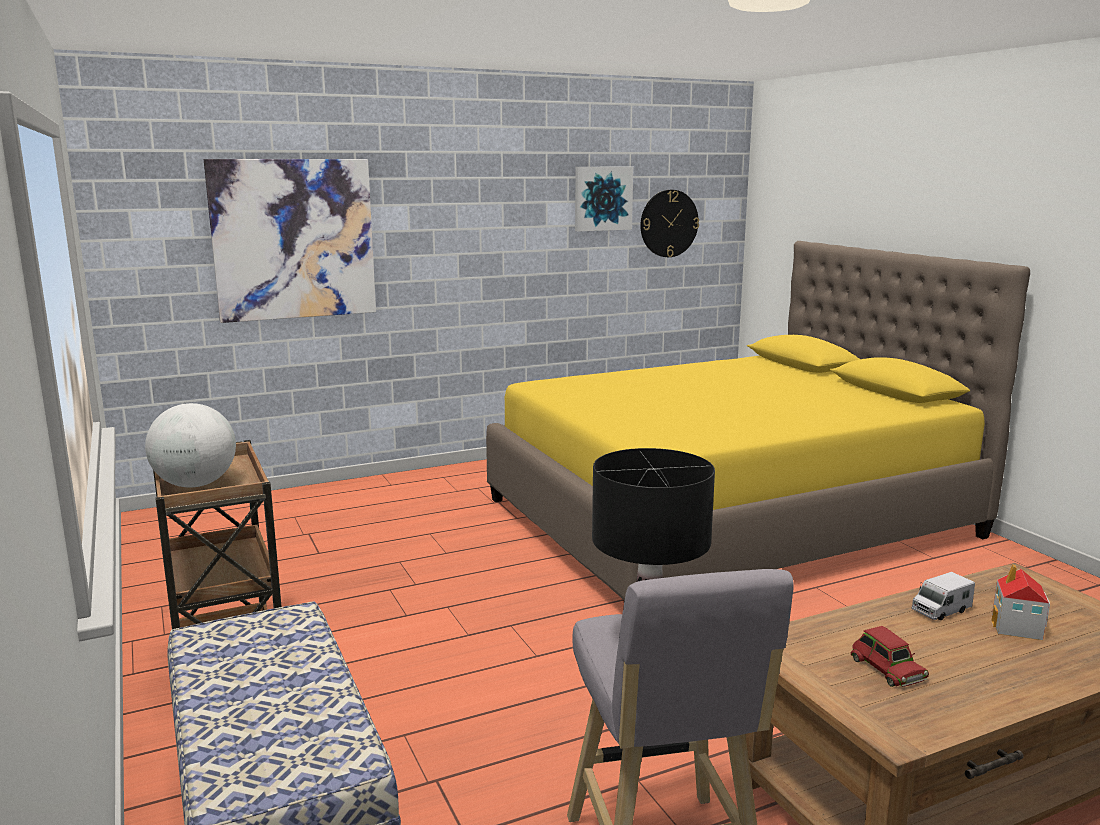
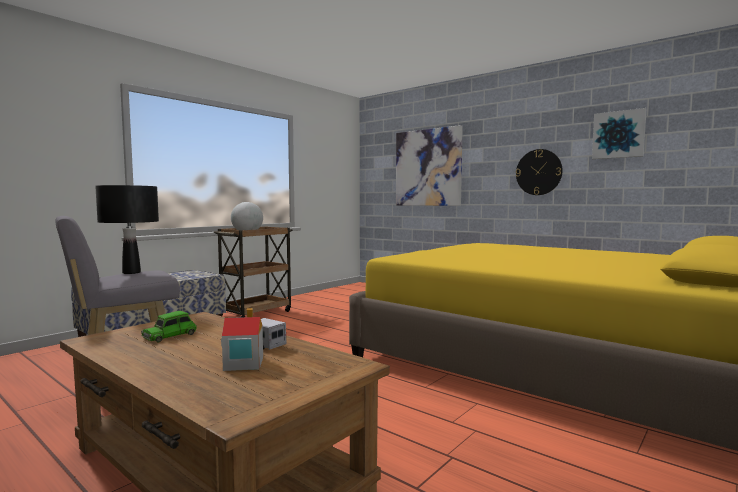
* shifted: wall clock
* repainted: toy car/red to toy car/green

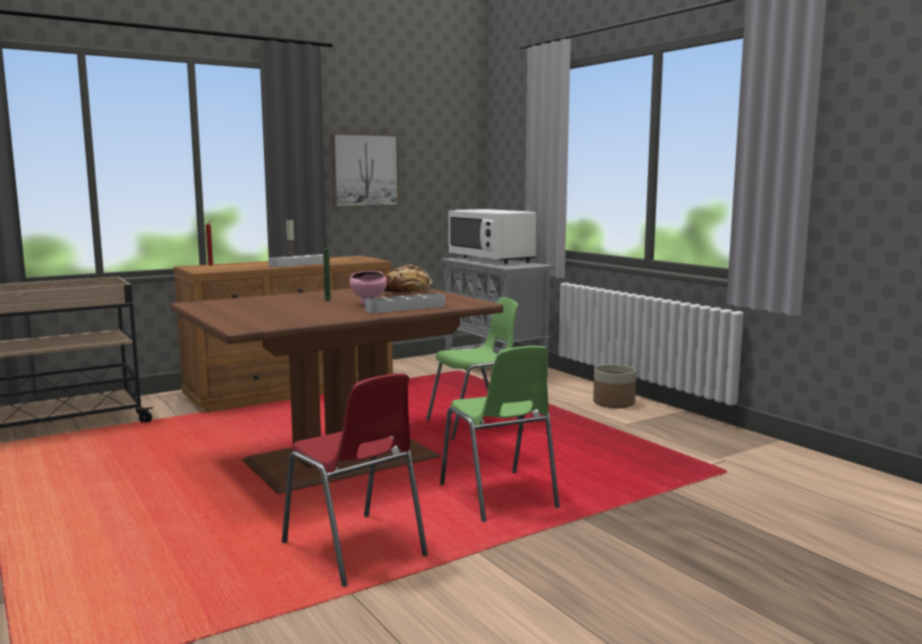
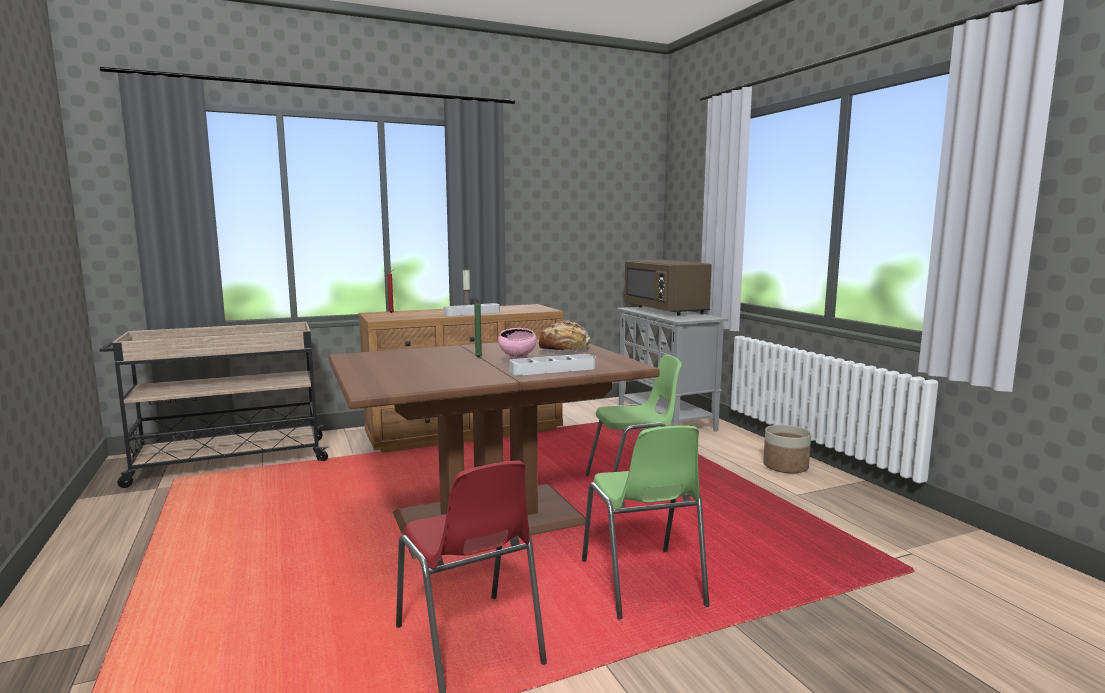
* gone: picture
* repainted: microwave/white to microwave/brown

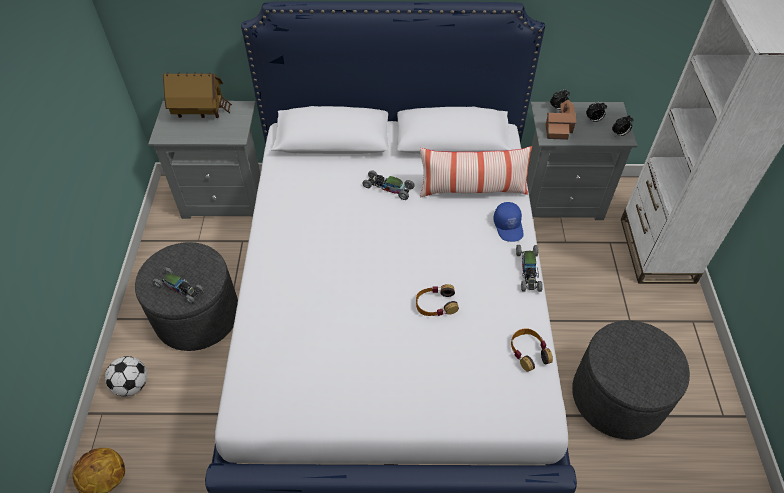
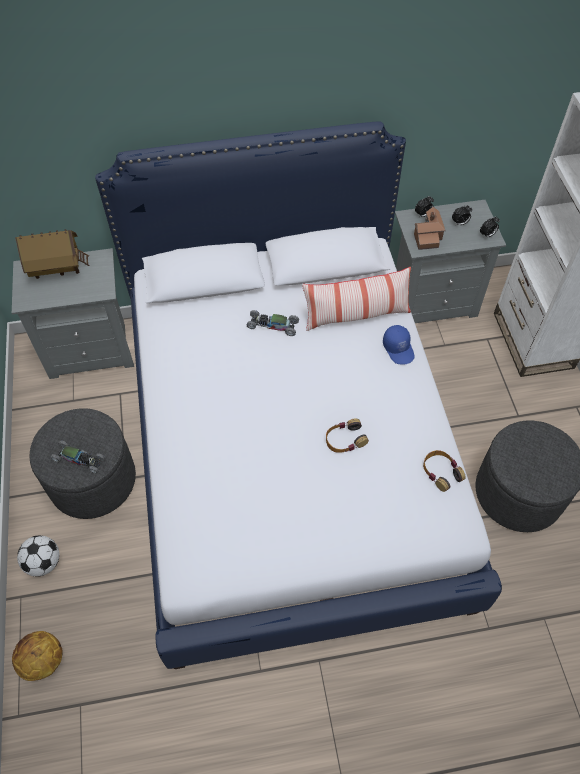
* gone: toy car (no. 3 from left)

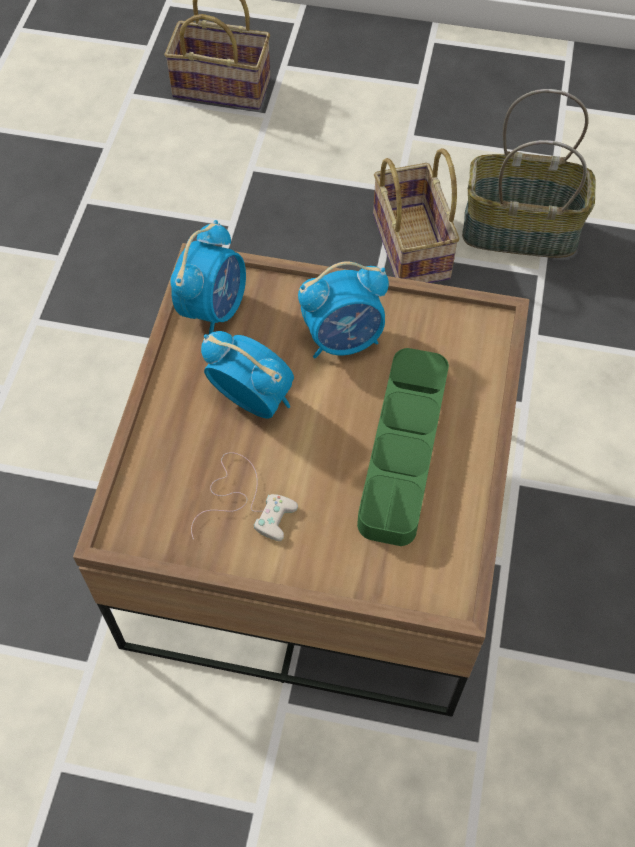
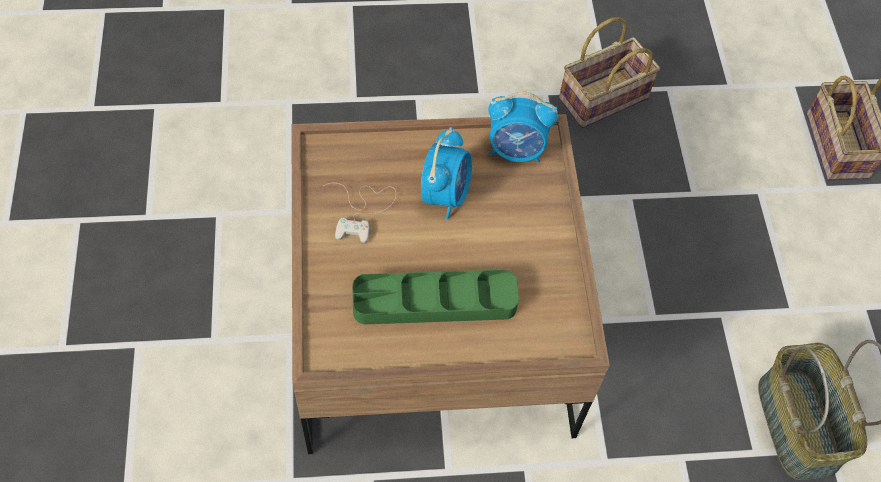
* gone: alarm clock (no. 3 from left)
* shifted: basket (no. 2 from left in the first image) to basket (no. 1 from left)

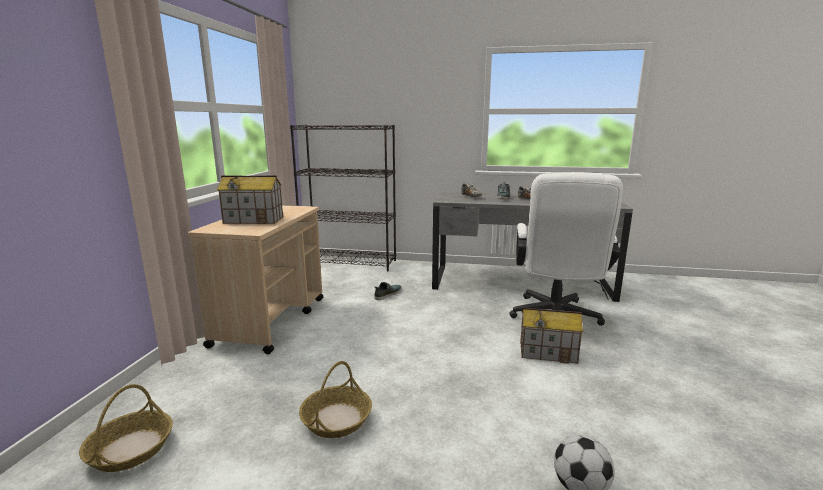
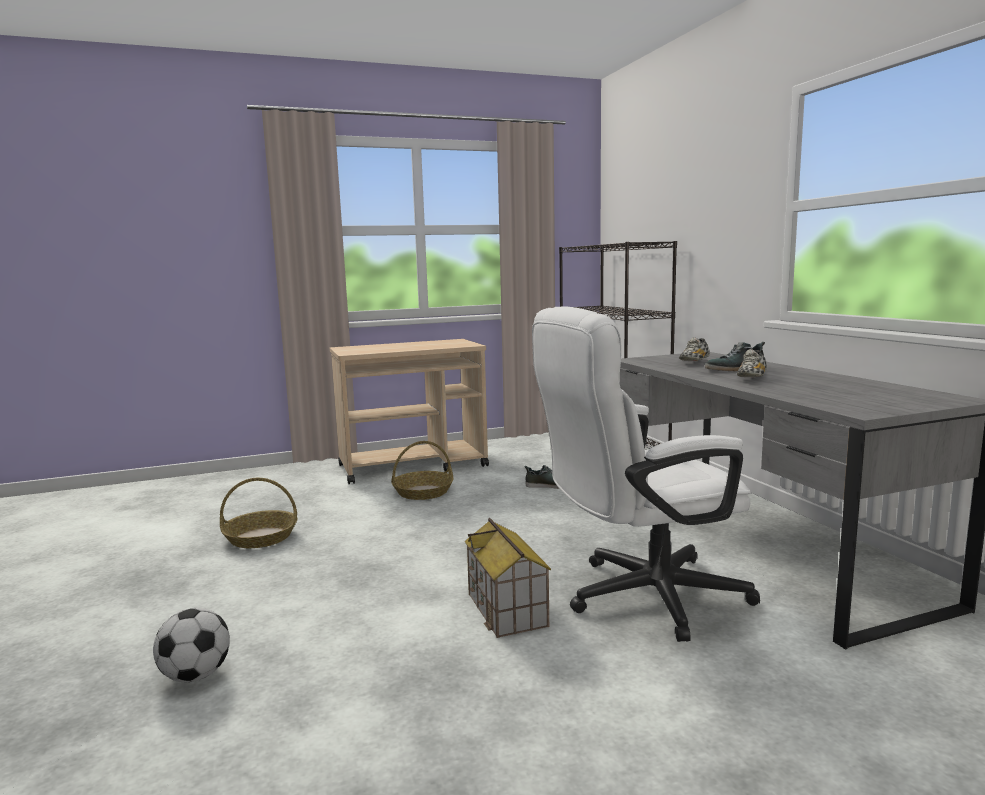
* gone: toy house (no. 1 from left)
* shifted: basket (no. 1 from left in the first image) to basket (no. 2 from left)

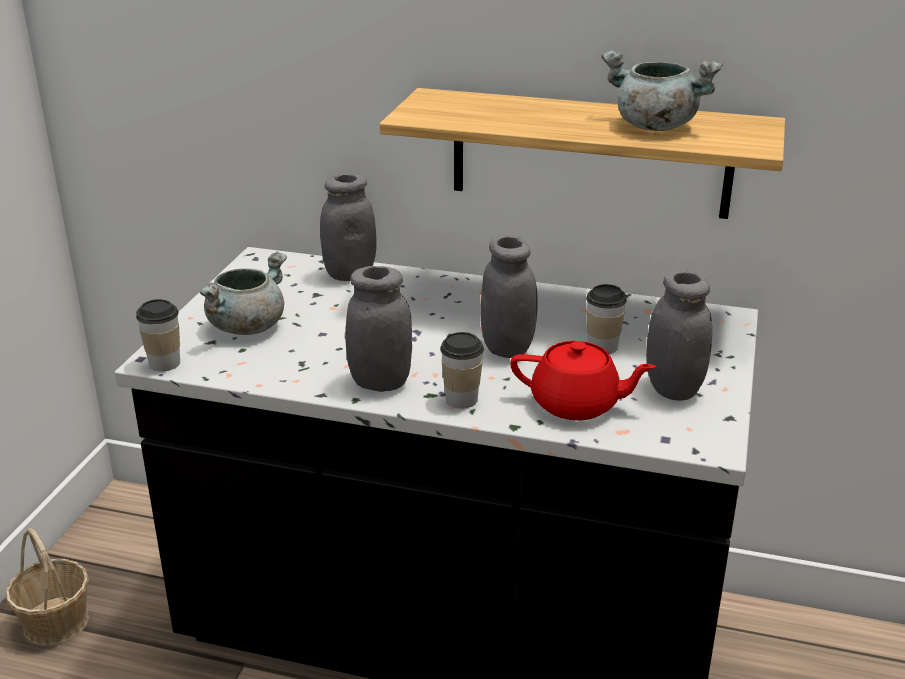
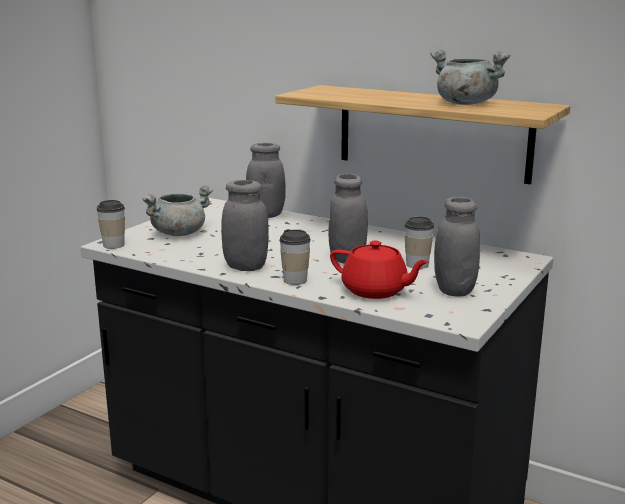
* gone: basket

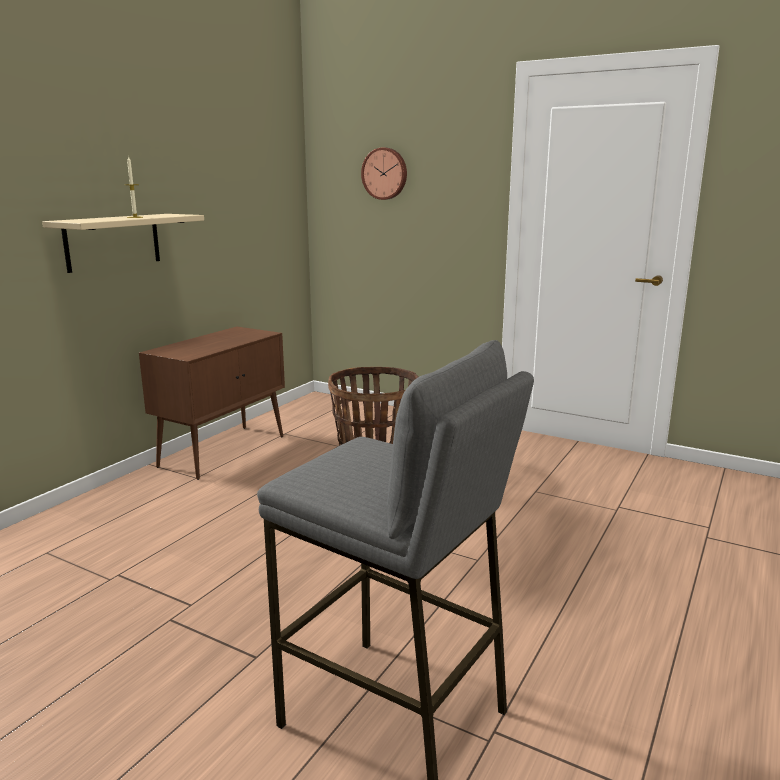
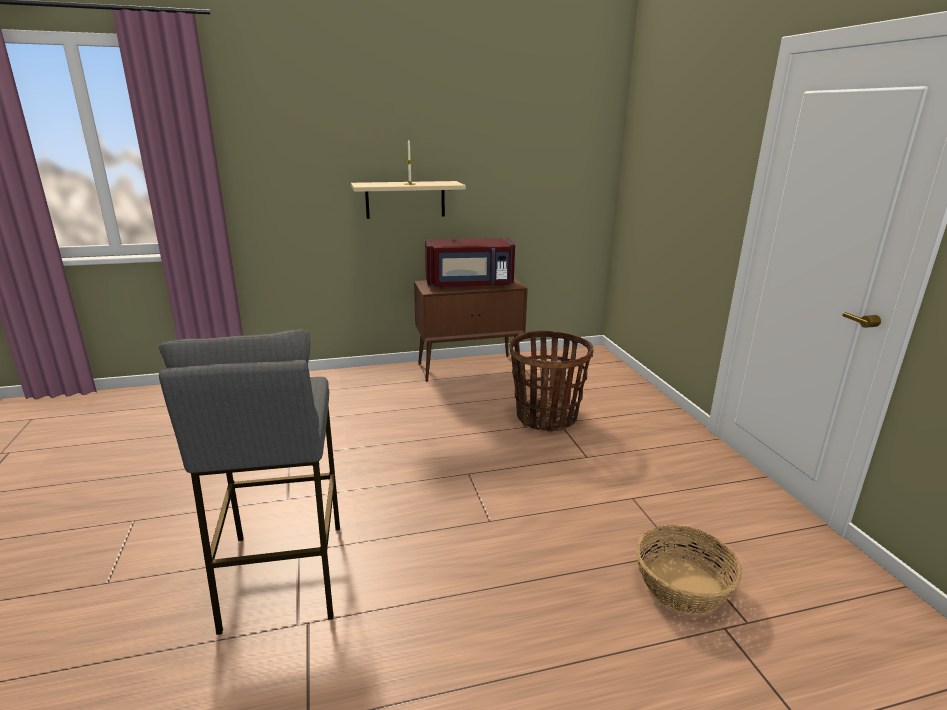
* gone: wall clock
* new: microwave/red
* new: basket (no. 2 from left)

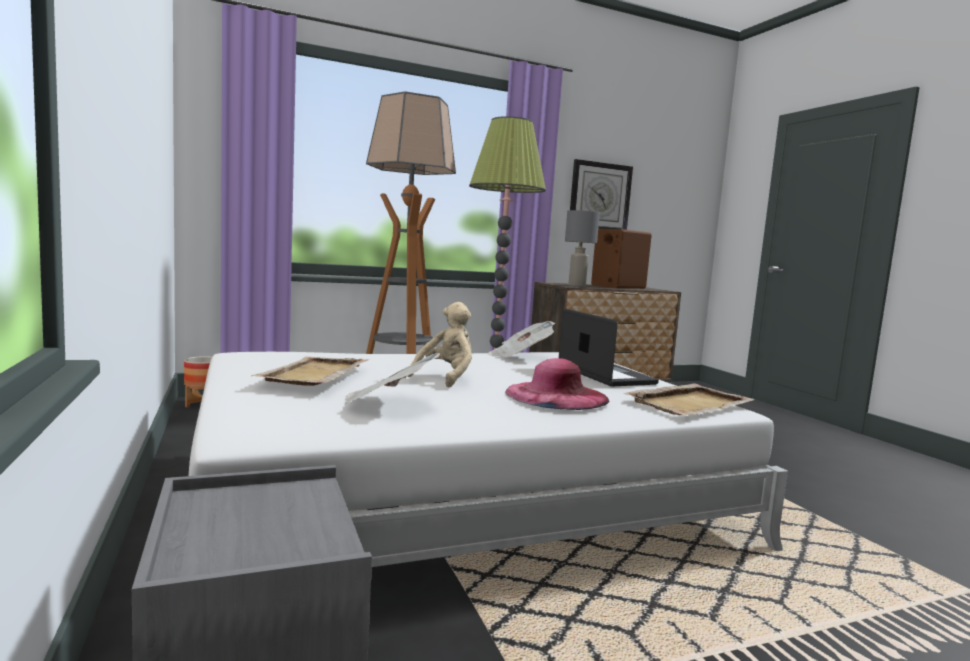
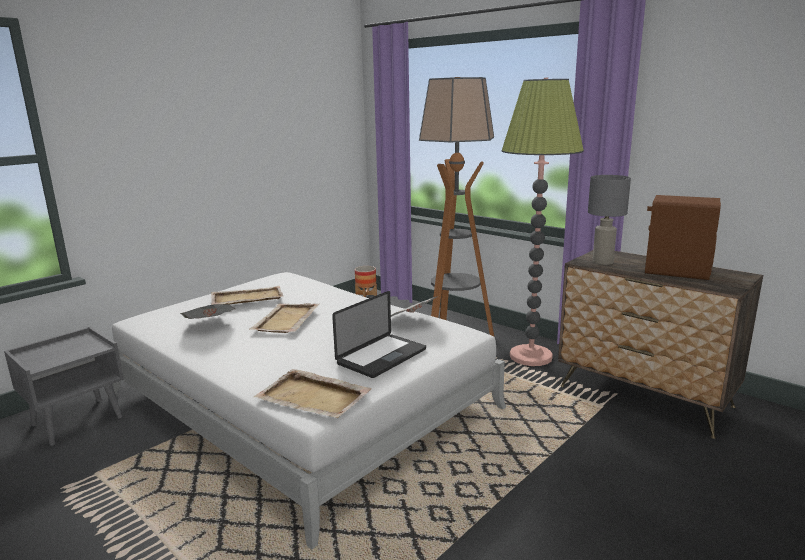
* gone: hat/pink
* gone: wall clock
* swapped: plush toy/beige to tray/beige (no. 2 from left)

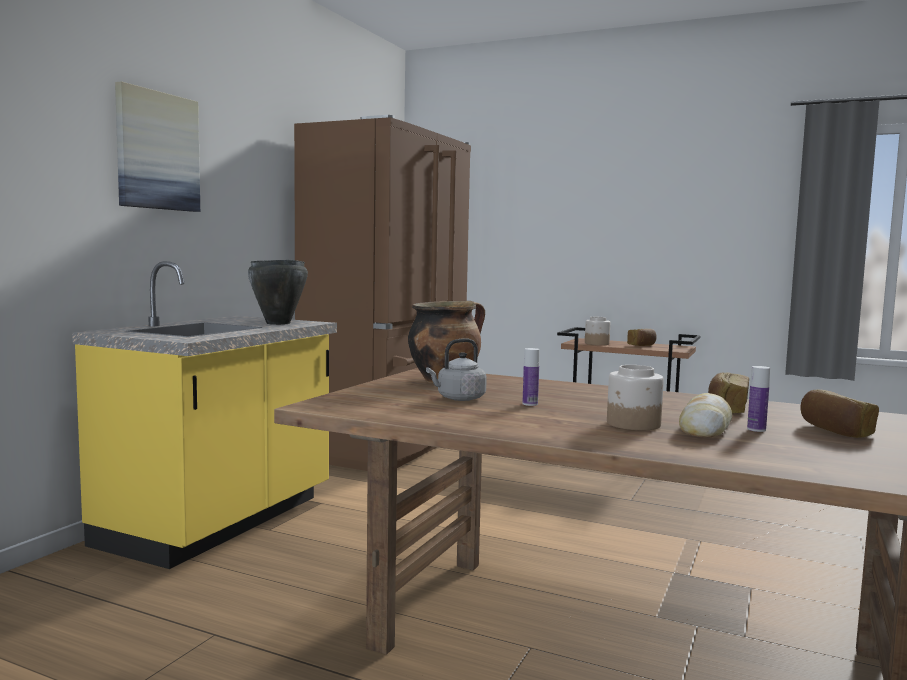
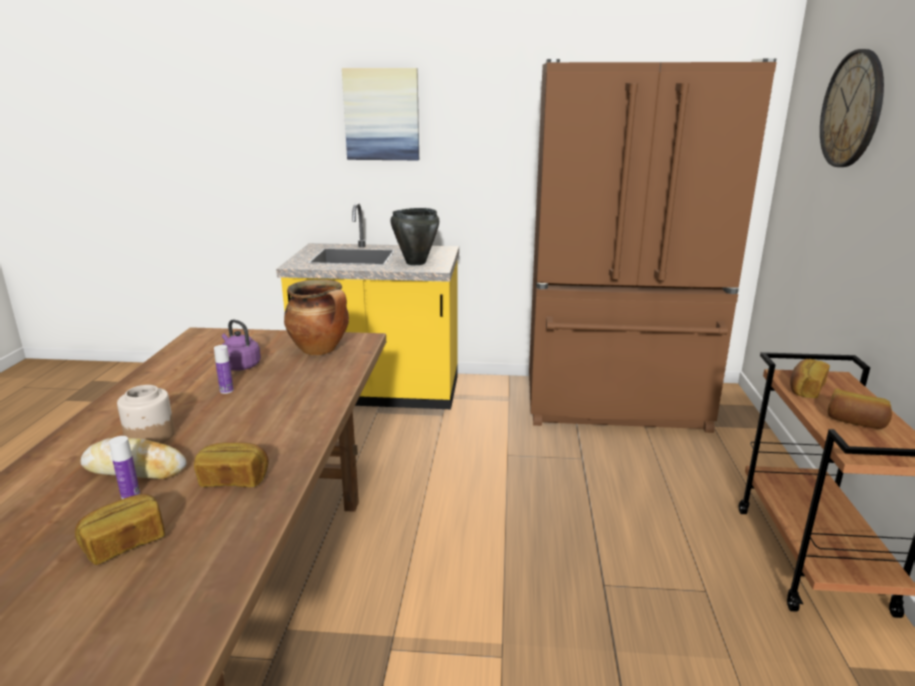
* new: wall clock
* swapped: jar (no. 1 from left) to bread (no. 4 from left)
* repainted: kettle/grey to kettle/purple

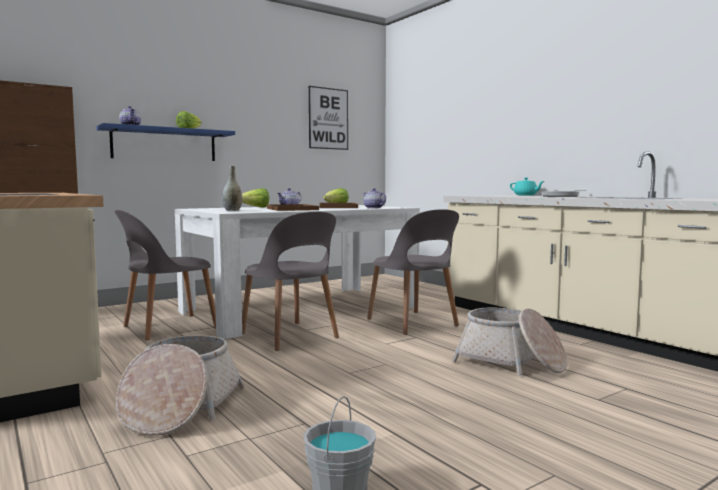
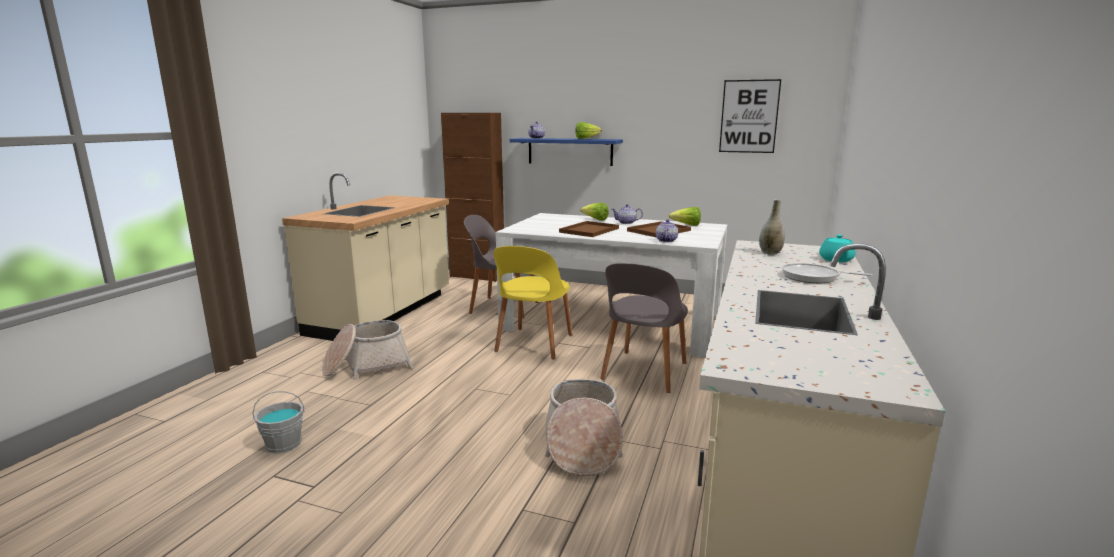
* shifted: vase/grey
* repainted: chair/grey (no. 2 from left) to chair/yellow

